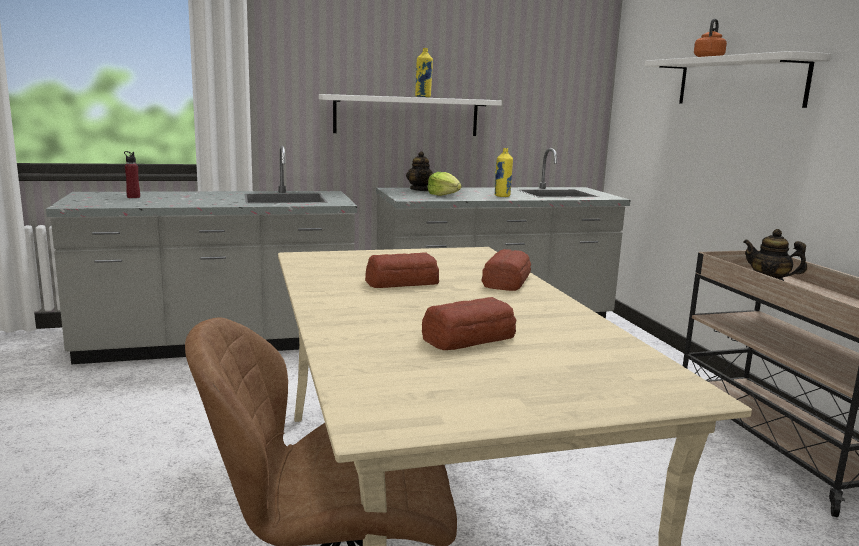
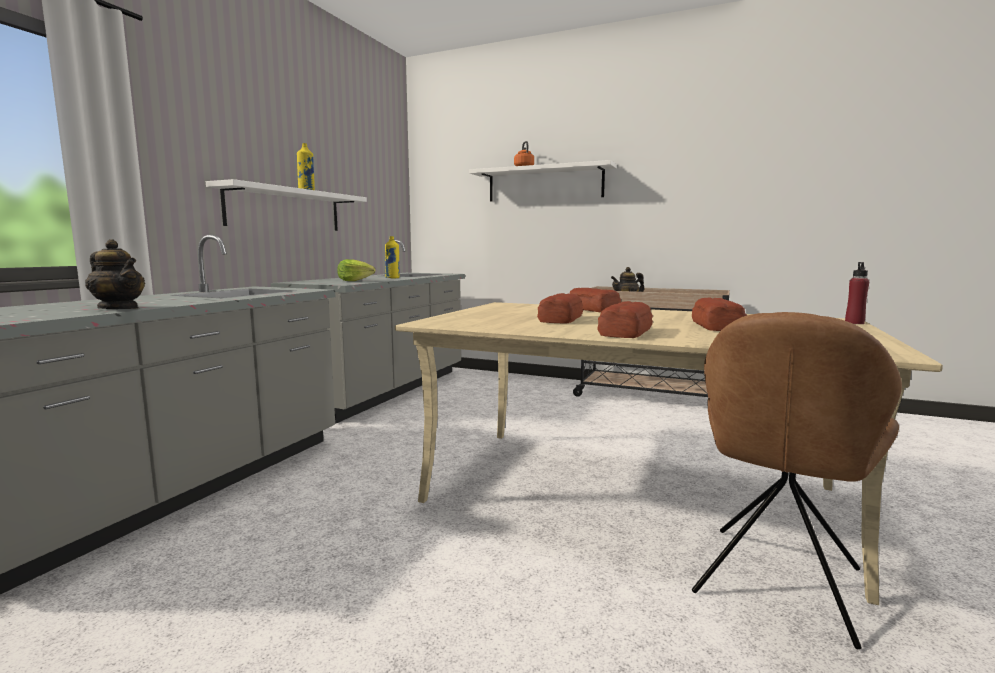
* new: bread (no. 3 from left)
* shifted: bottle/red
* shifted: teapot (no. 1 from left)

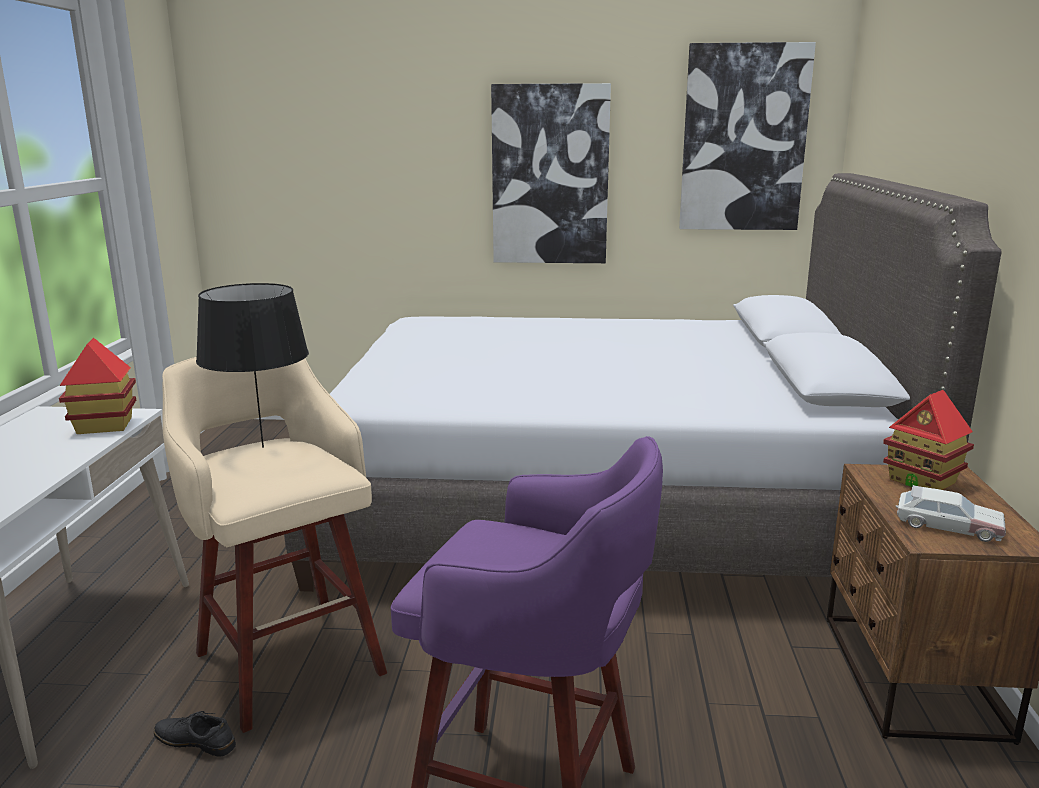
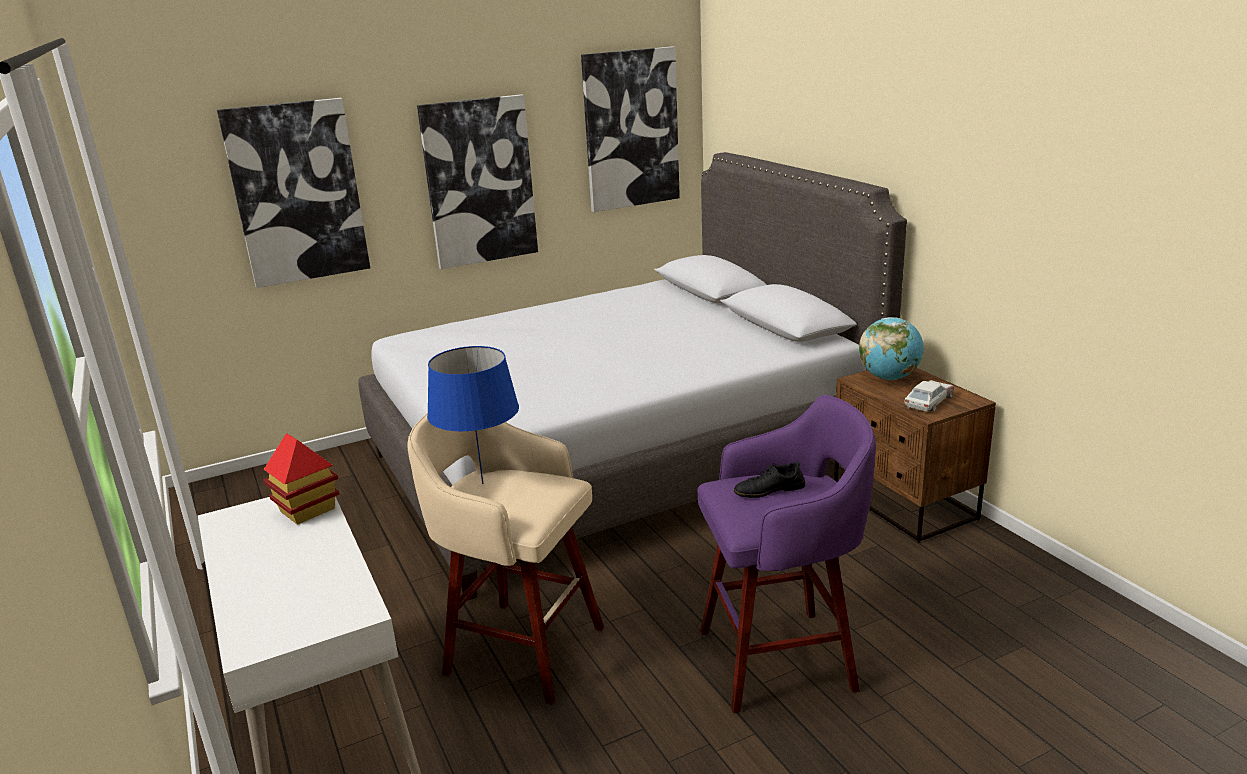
* new: picture (no. 1 from left)
* shifted: shoe/black
* swapped: toy house (no. 2 from left) to globe
* repainted: table lamp/black to table lamp/blue
* rotated: toy car 45 degrees counterclockwise

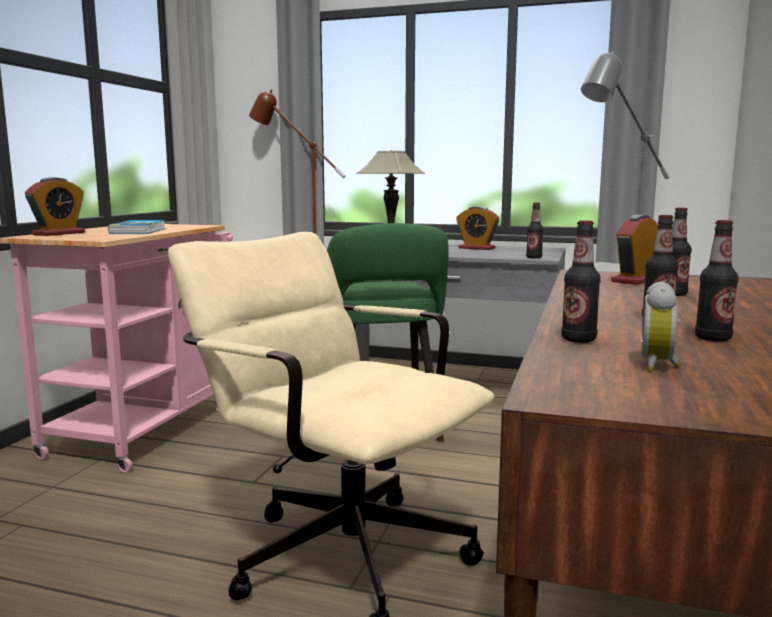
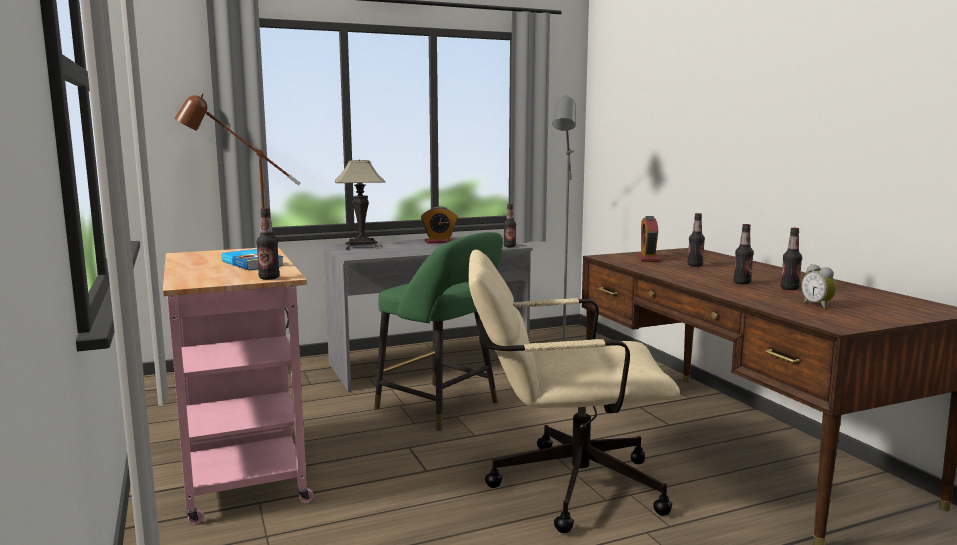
* gone: alarm clock (no. 1 from left)
* shifted: bottle (no. 2 from left in the first image) to bottle (no. 1 from left)

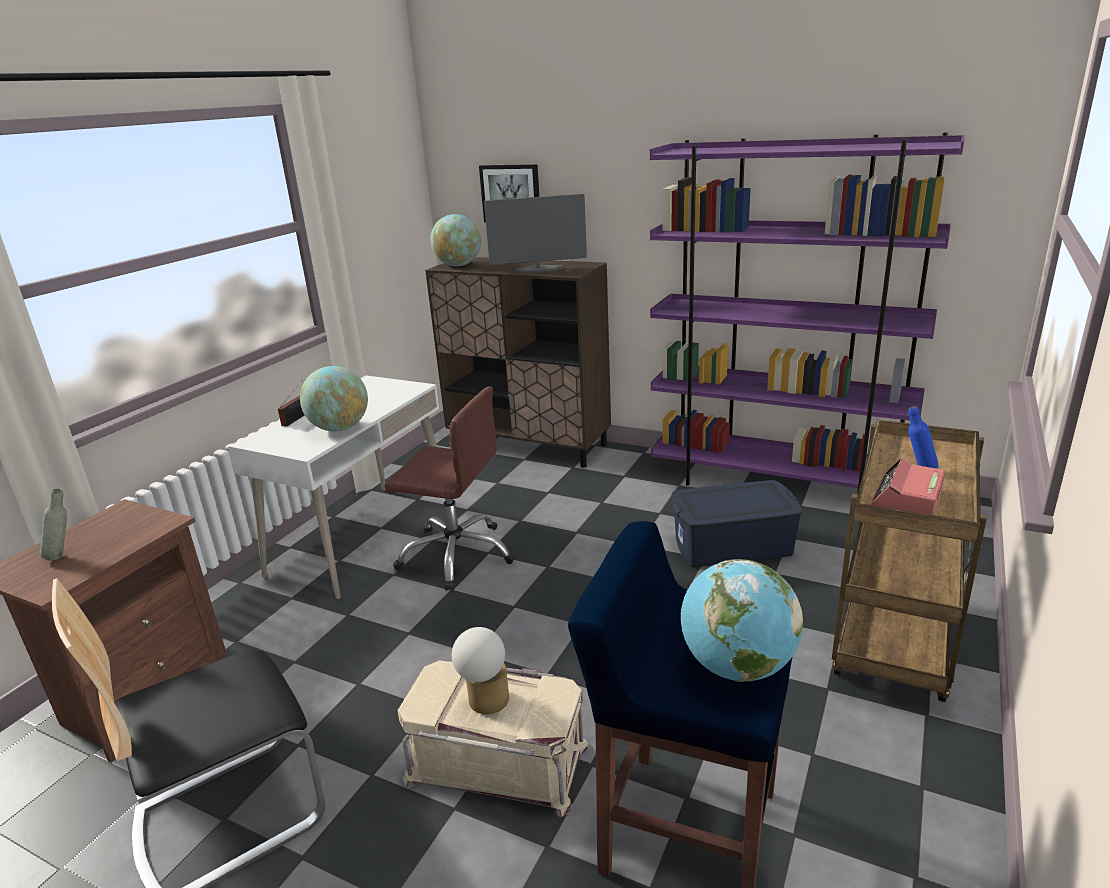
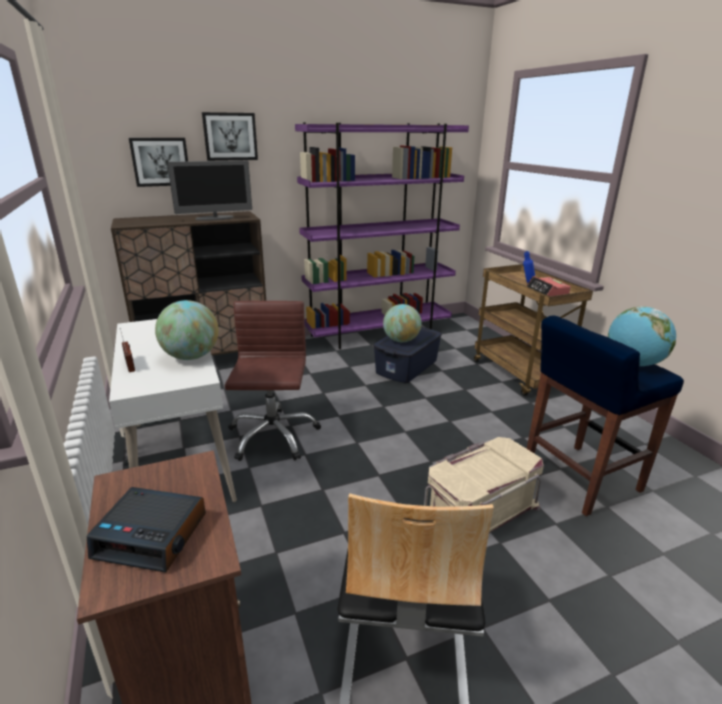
* gone: table lamp
* new: picture (no. 2 from left)
* shifted: globe (no. 2 from left)
* swapped: bottle/grey to alarm clock (no. 1 from left)
* rotated: office chair/brown 60 degrees counterclockwise
* rotated: monitor 150 degrees counterclockwise

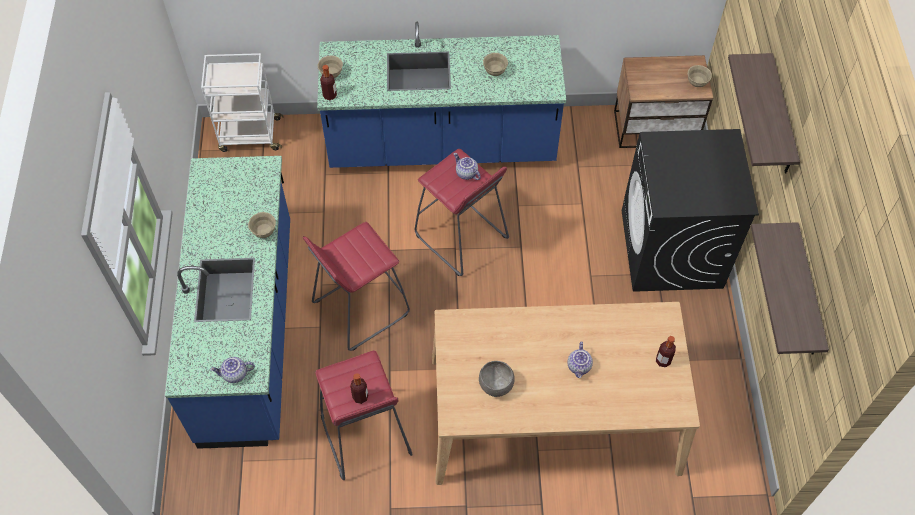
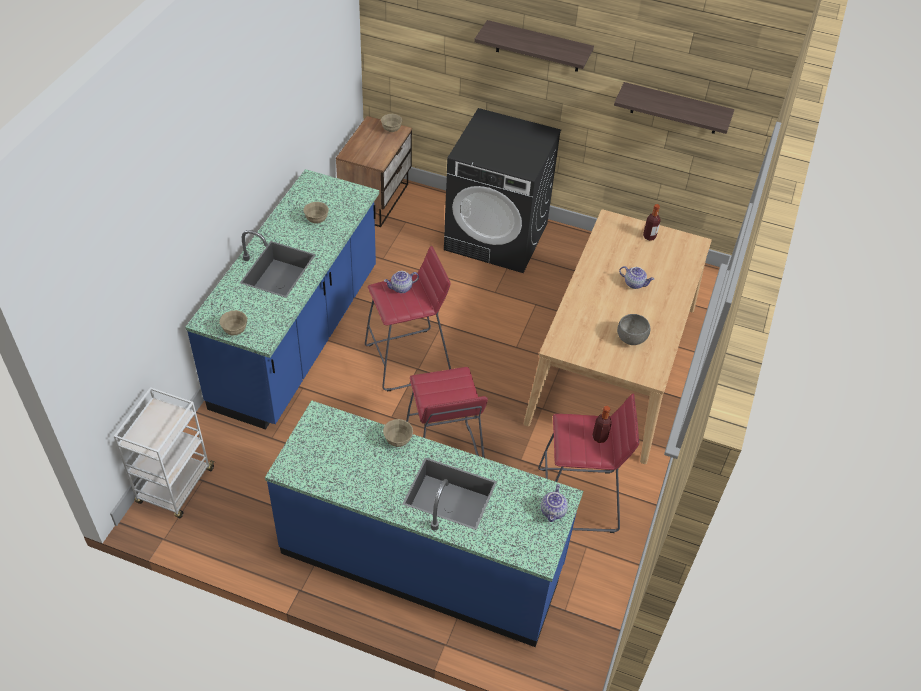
* gone: bottle (no. 1 from left)

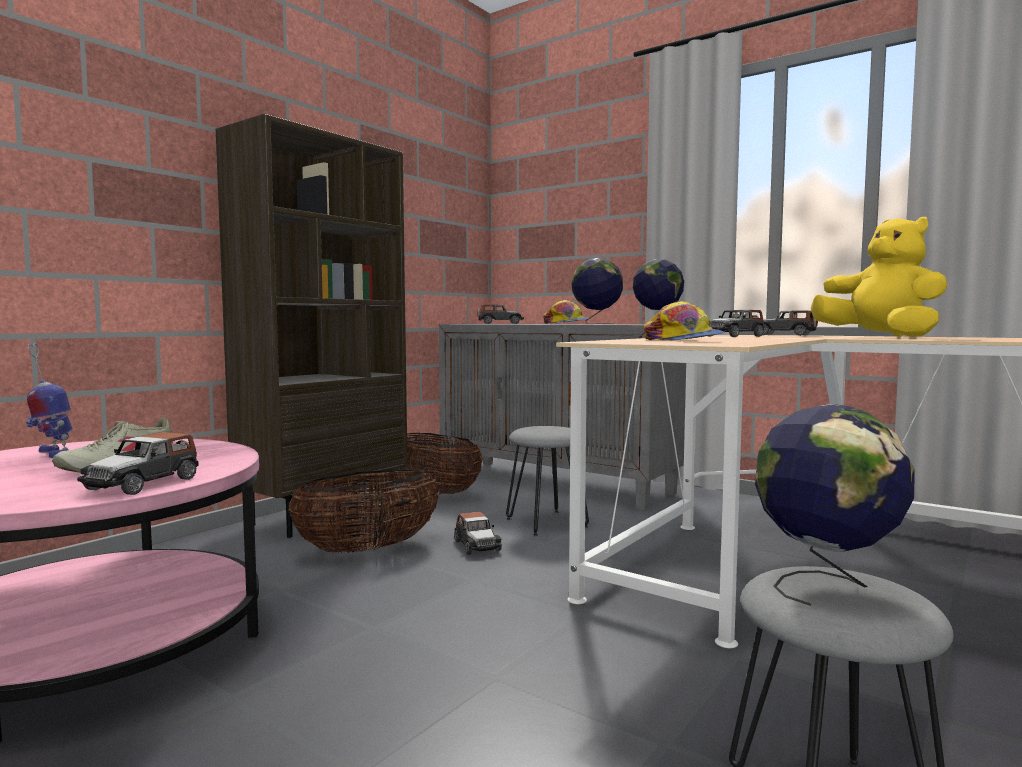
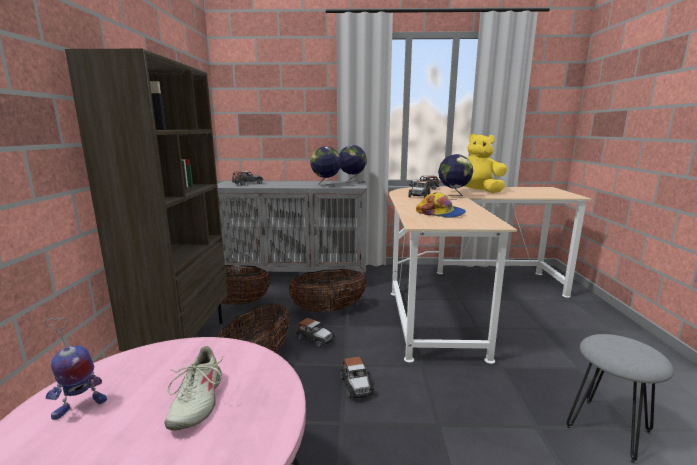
* gone: cap (no. 1 from left)
* shifted: toy car (no. 1 from left in the first image) to toy car (no. 3 from left)
* shifted: globe (no. 3 from left)
* swapped: stool/grey (no. 1 from left) to basket (no. 3 from left)
* rotated: toy robot 45 degrees counterclockwise

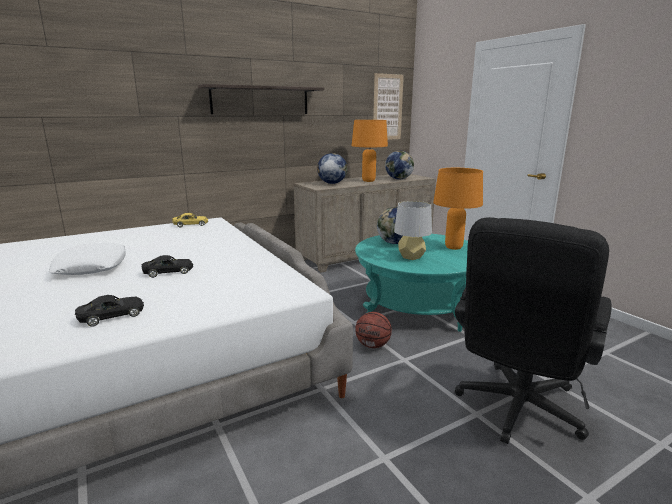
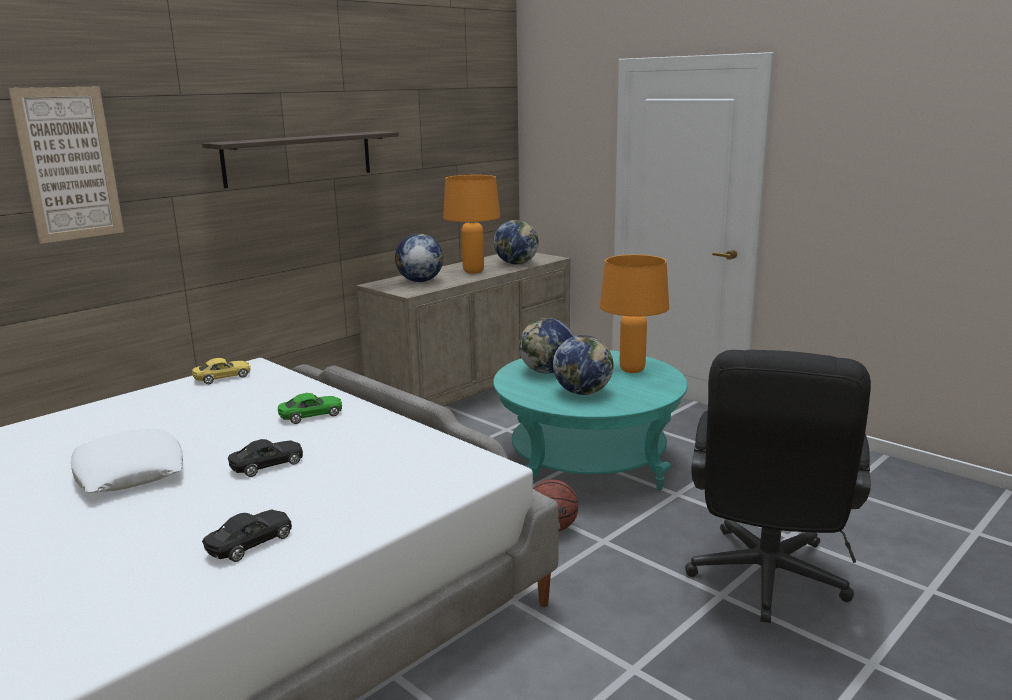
* new: toy car/green
* shifted: picture
* swapped: table lamp/grey to globe (no. 4 from left)

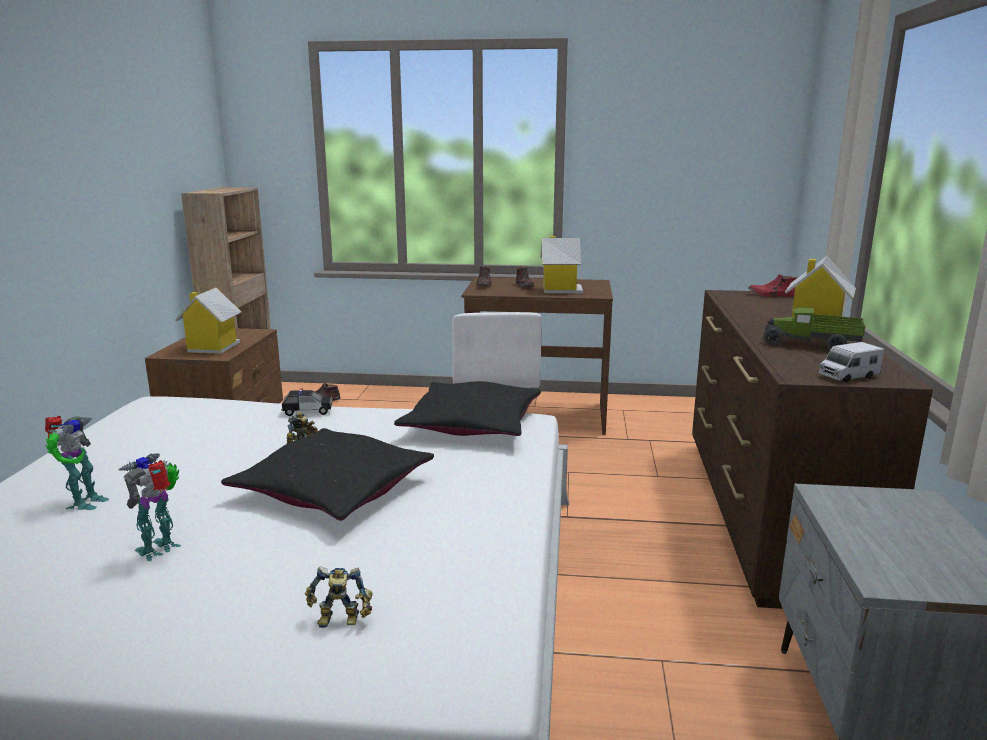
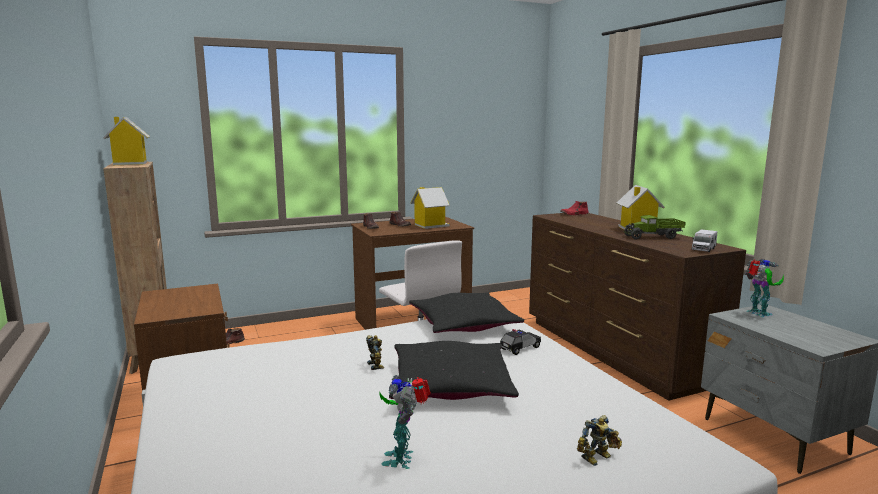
* shifted: toy robot (no. 1 from left in the first image) to toy robot (no. 4 from left)
* shifted: toy house (no. 1 from left)
* shifted: toy car

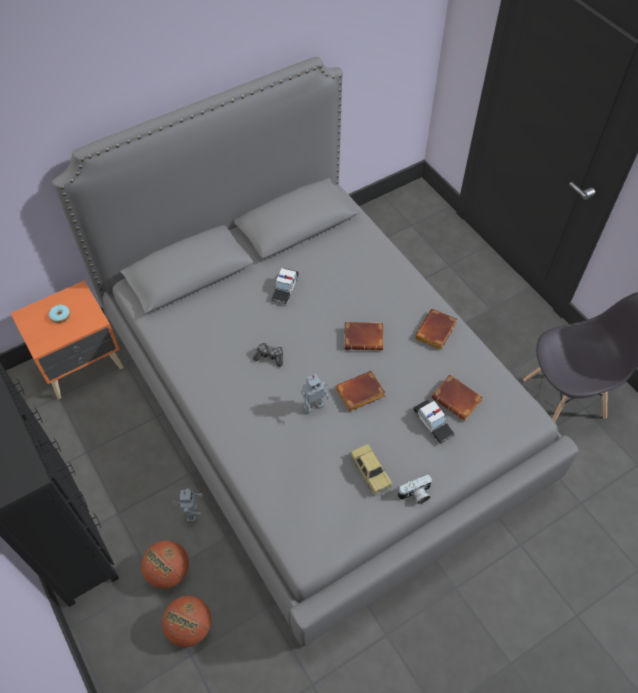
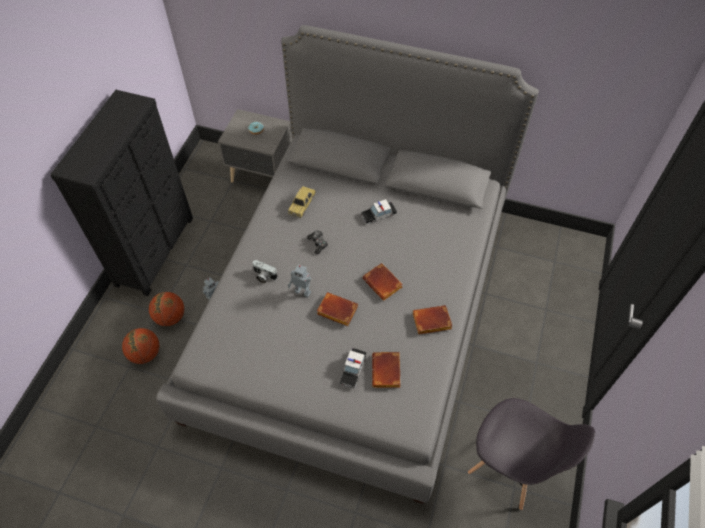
* shifted: toy car (no. 2 from left in the first image) to toy car (no. 1 from left)
* shifted: photo camera
* repainted: nightstand/orange to nightstand/grey

